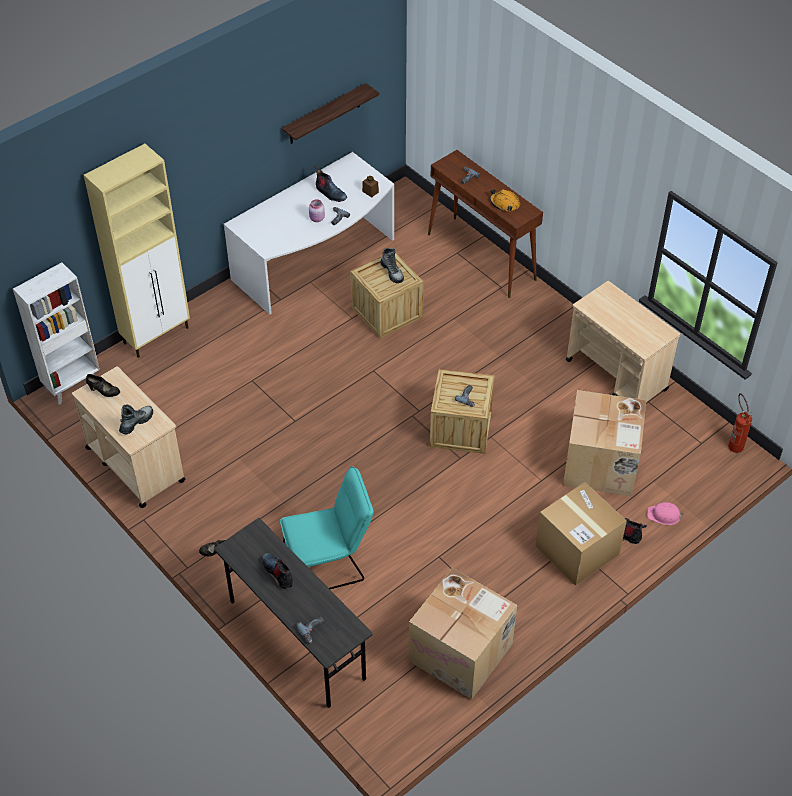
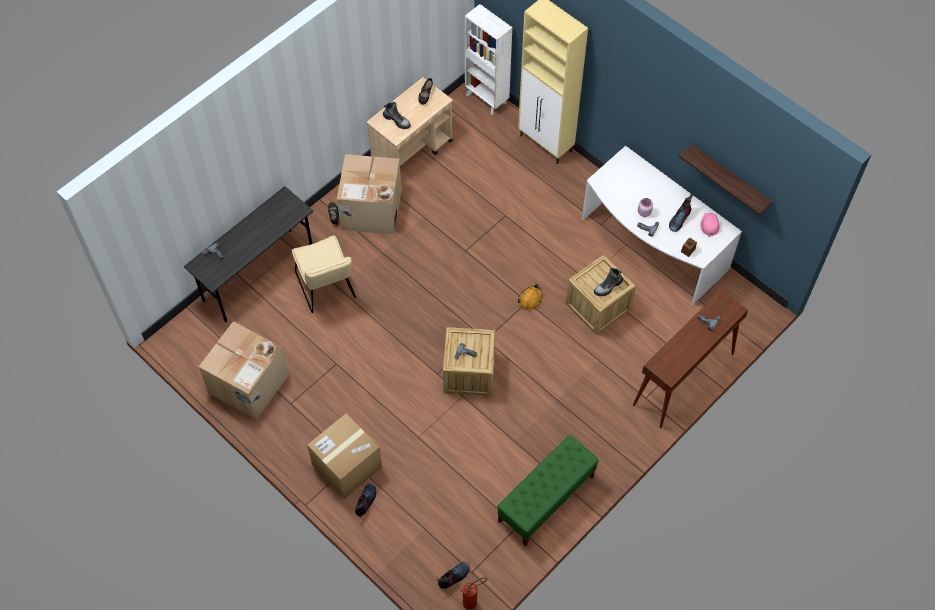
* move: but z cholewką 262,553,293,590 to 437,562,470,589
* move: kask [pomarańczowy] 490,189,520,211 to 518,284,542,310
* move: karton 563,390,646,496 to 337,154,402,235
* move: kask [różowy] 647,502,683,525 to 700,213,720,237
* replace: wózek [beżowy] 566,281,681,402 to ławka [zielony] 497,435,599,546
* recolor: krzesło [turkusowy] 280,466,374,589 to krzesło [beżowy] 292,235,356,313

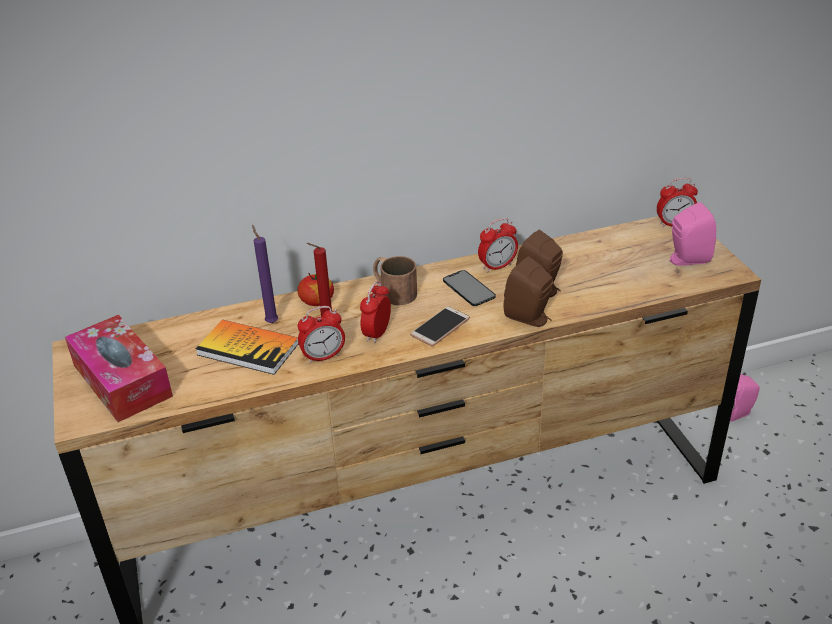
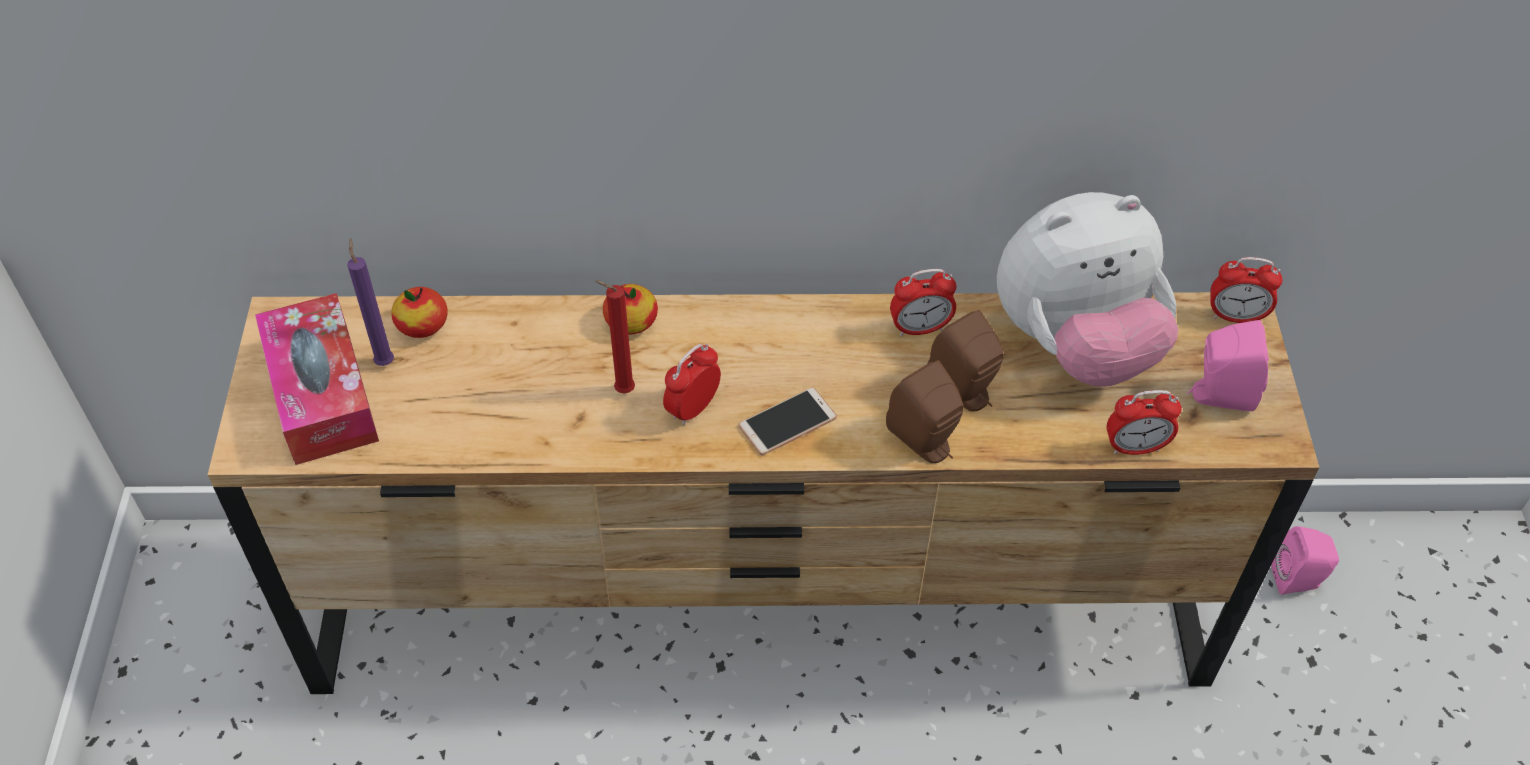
* delete: książka 196,320,298,375
* delete: kubek [brązowy] 373,256,417,305
* delete: telefon 443,270,496,306
* insert: jabłko 391,287,448,338
* insert: pluszak 997,192,1178,387
* move: świeca [fioletowy] 252,225,278,323 to 347,238,394,366
* move: budzik 298,306,345,364 to 1107,390,1182,455

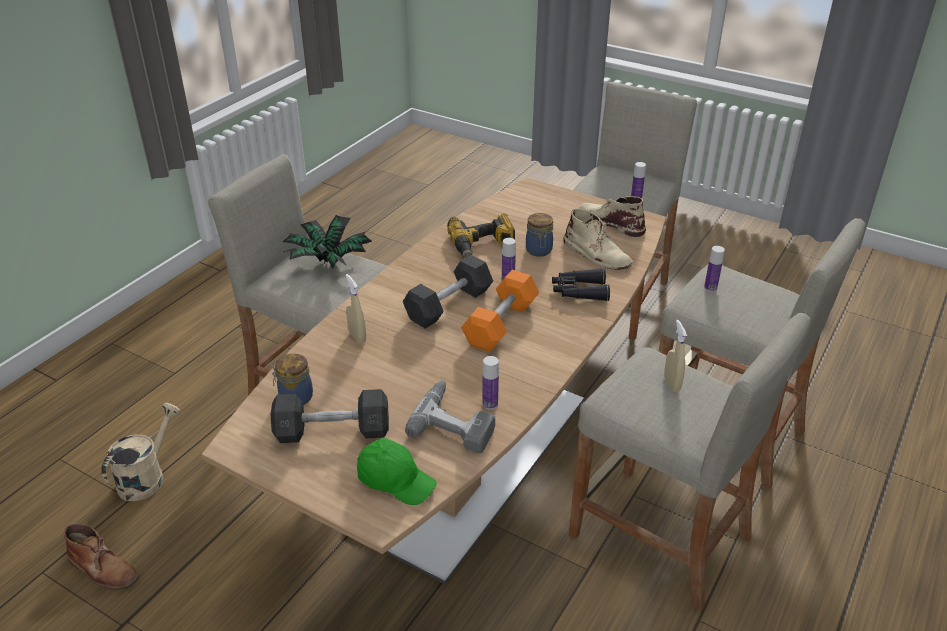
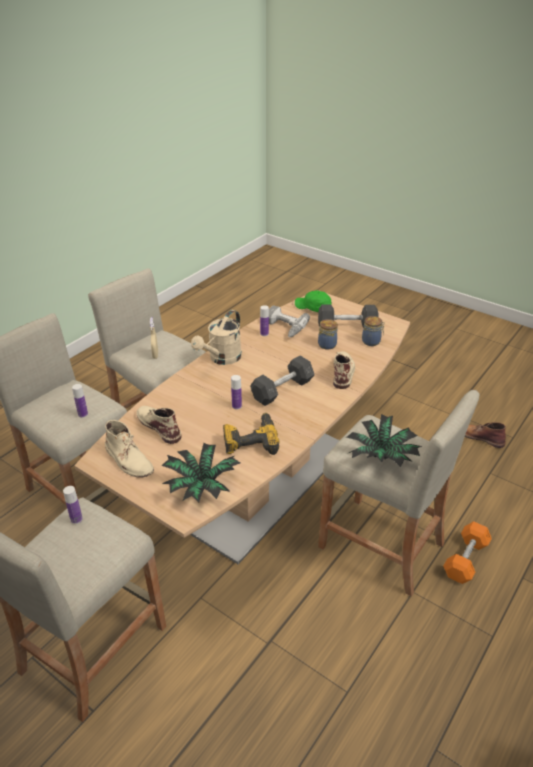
* delete: lornetka [czarny] 552,268,610,301
* insert: roślina doniczkowa 161,443,240,502
* move: konewka [beżowy] 101,403,181,501 to 191,310,242,365
* move: hantel [pomarańczowy] 461,270,539,352 to 443,521,492,584
* move: słoik 526,213,553,257 to 318,319,338,350
* replace: spryskiwacz [beżowy] 346,274,366,344 to but z cholewką [beżowy] 333,351,355,389

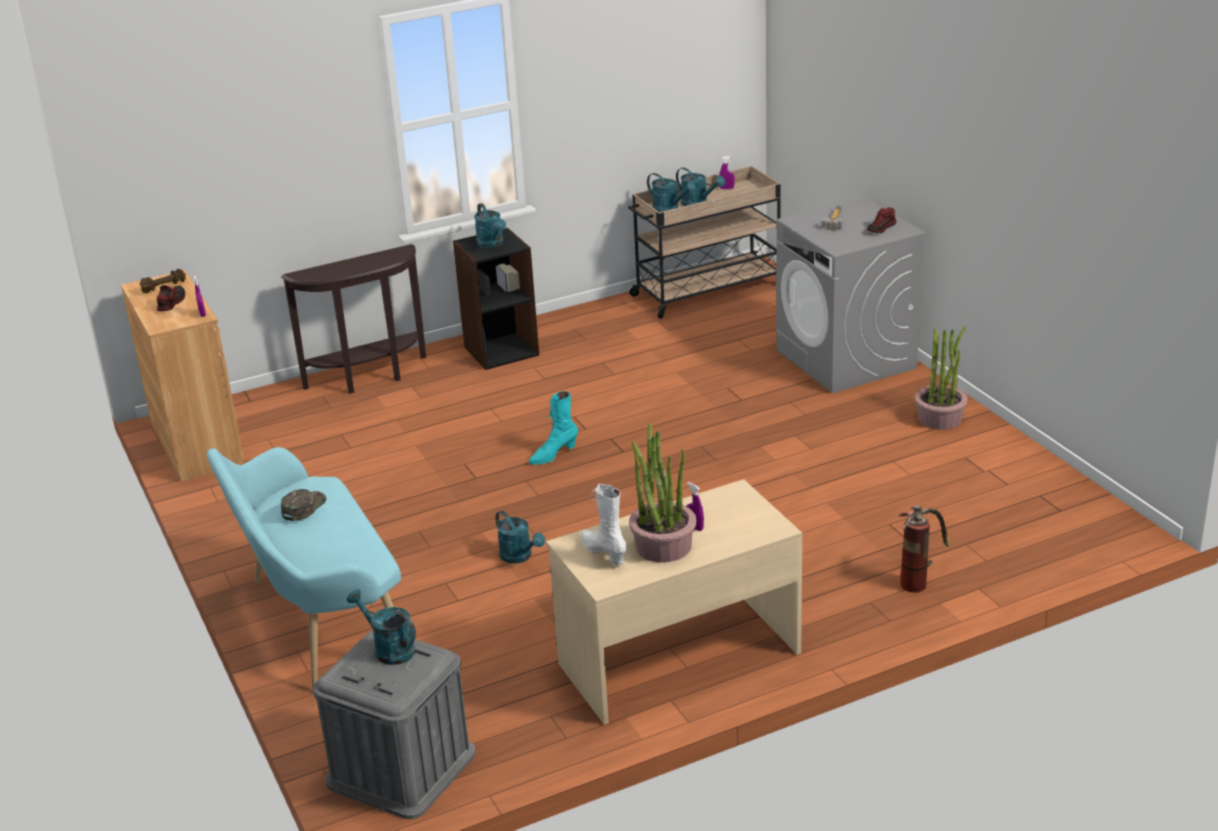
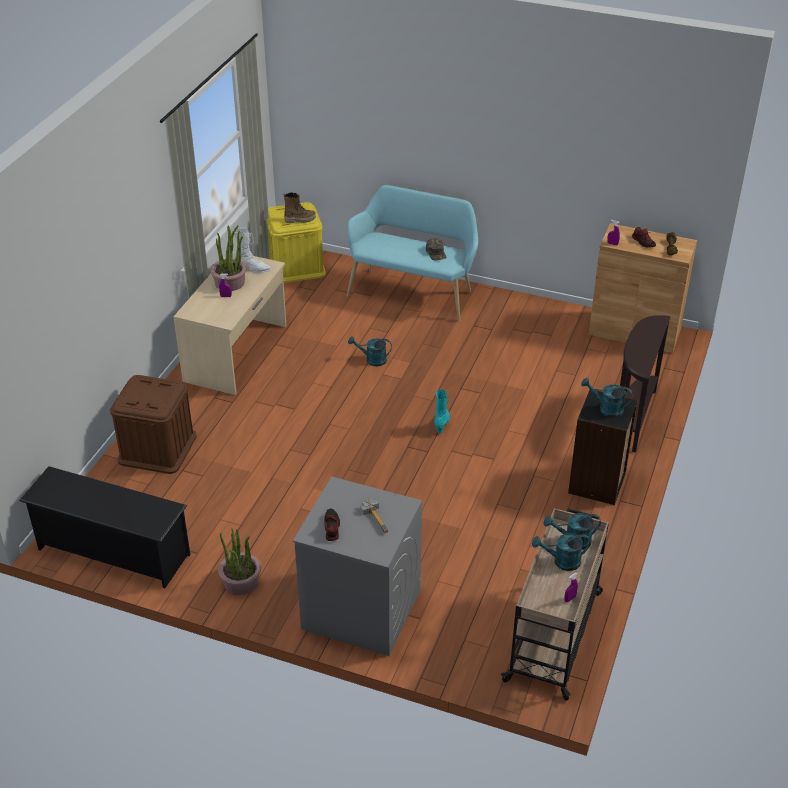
* insert: regał na buty [czarny] 19,466,190,588
* replace: konewka [turkusowy] 347,589,416,665 to but z cholewką 284,192,316,223
* replace: gaśnica 898,506,950,593 to pojemnik do przechowywania [brązowy] 110,375,197,474
* recolor: pojemnik do przechowywania [szary] 313,630,476,819 to pojemnik do przechowywania [żółty] 266,202,326,283

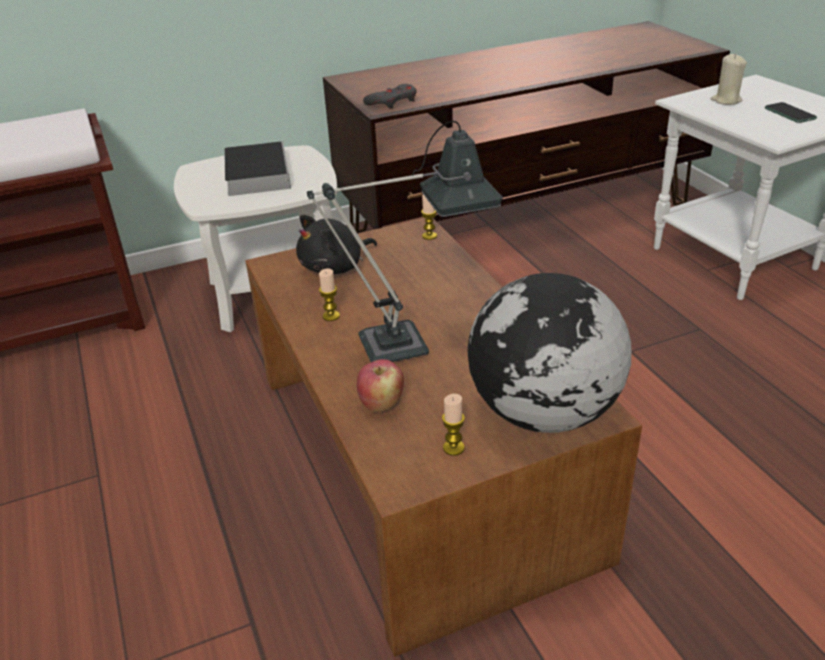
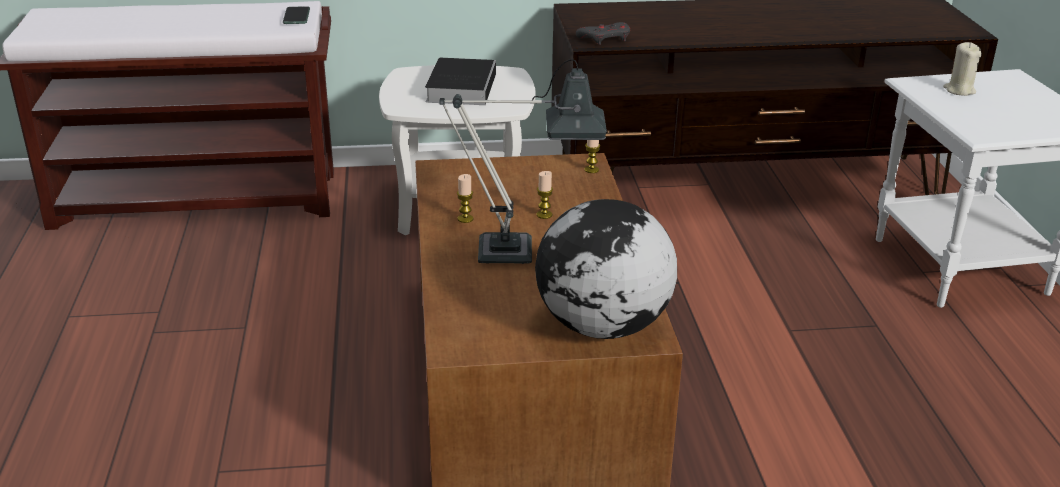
* delete: pluszak [czarny] 296,215,377,274
* delete: jabłko 357,359,404,412
* move: świeca 442,394,465,456 to 537,171,553,219
* move: telefon 765,102,817,123 to 283,6,310,24

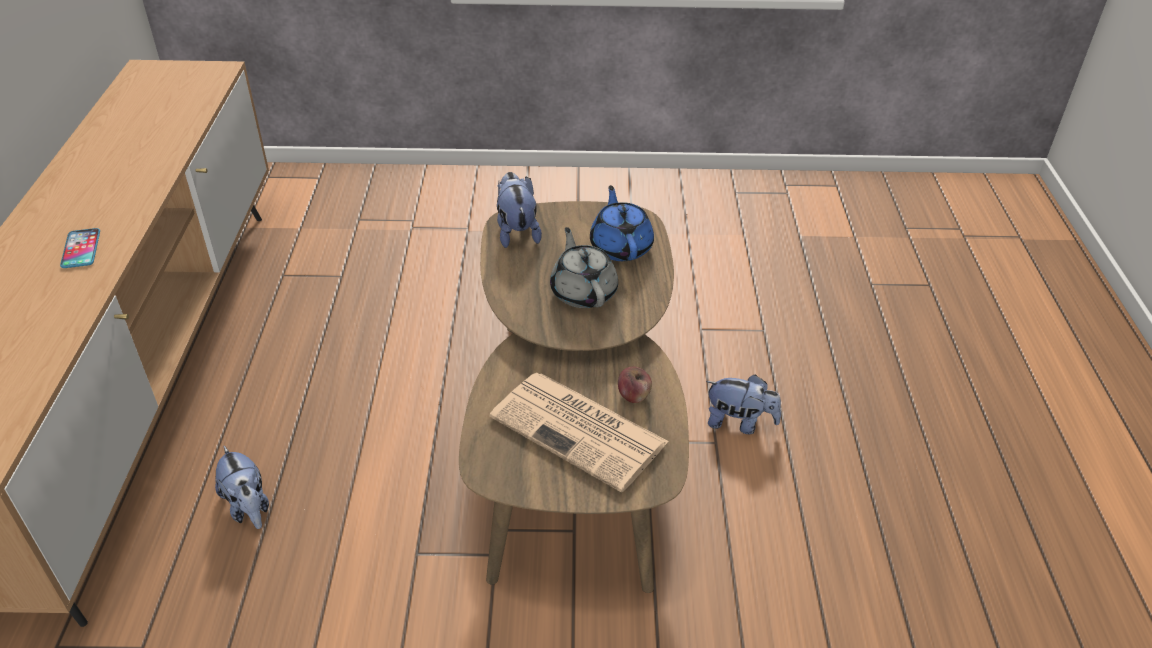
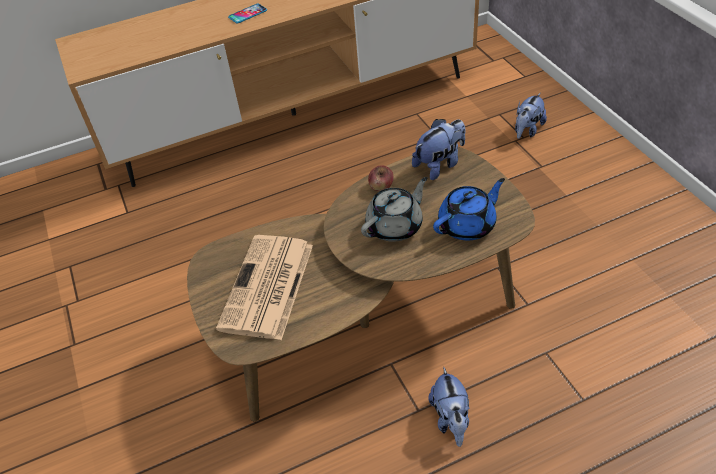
* move: pluszak 215,446,269,529 to 515,93,547,139
* move: jabłko 618,367,652,403 to 368,165,394,191

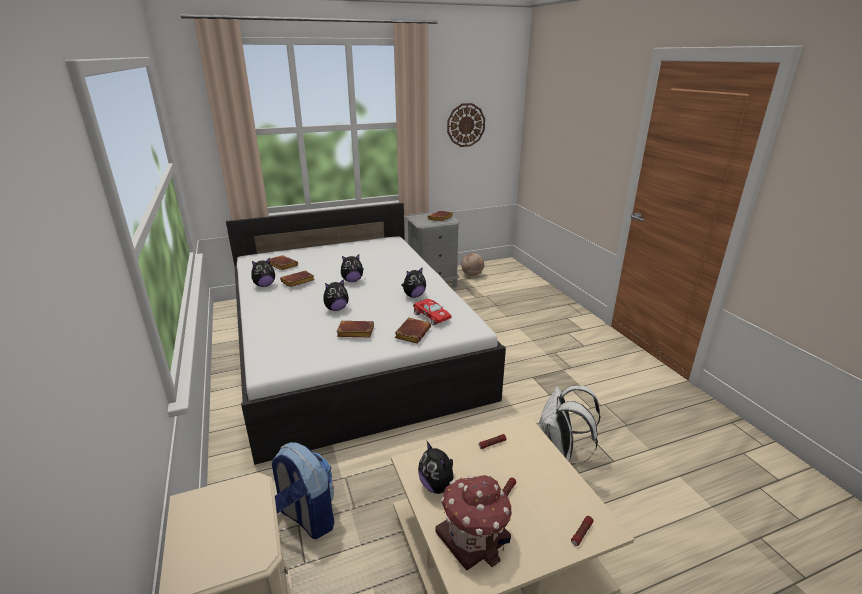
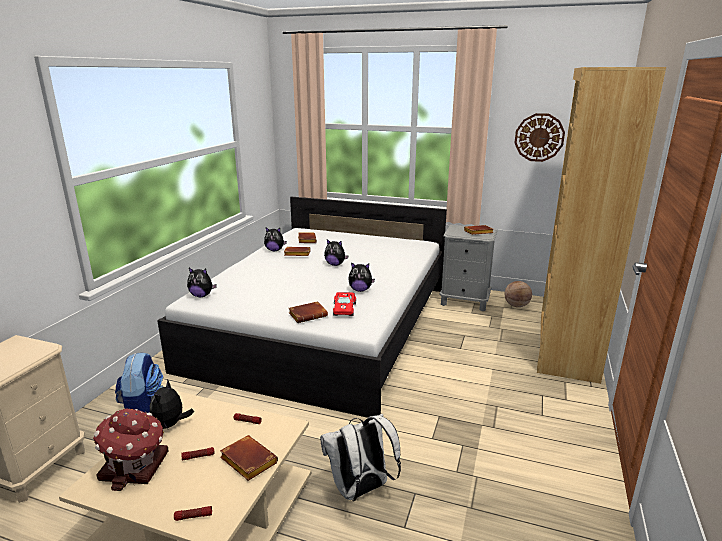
* insert: regał [brązowy] 537,67,666,384
* move: pluszak 323,279,349,311 to 187,268,217,297
* move: książka [brązowy] 336,321,374,337 to 220,435,278,481

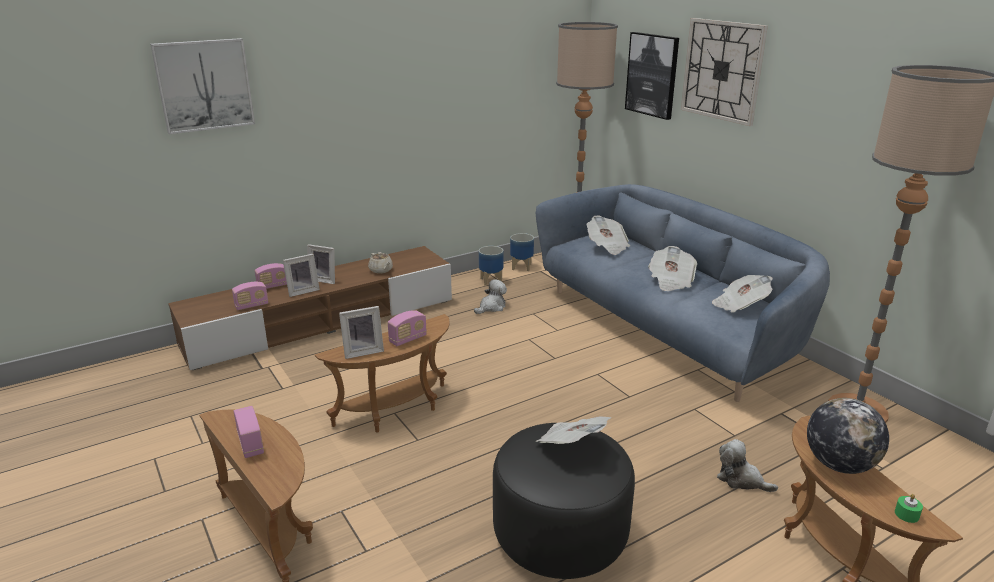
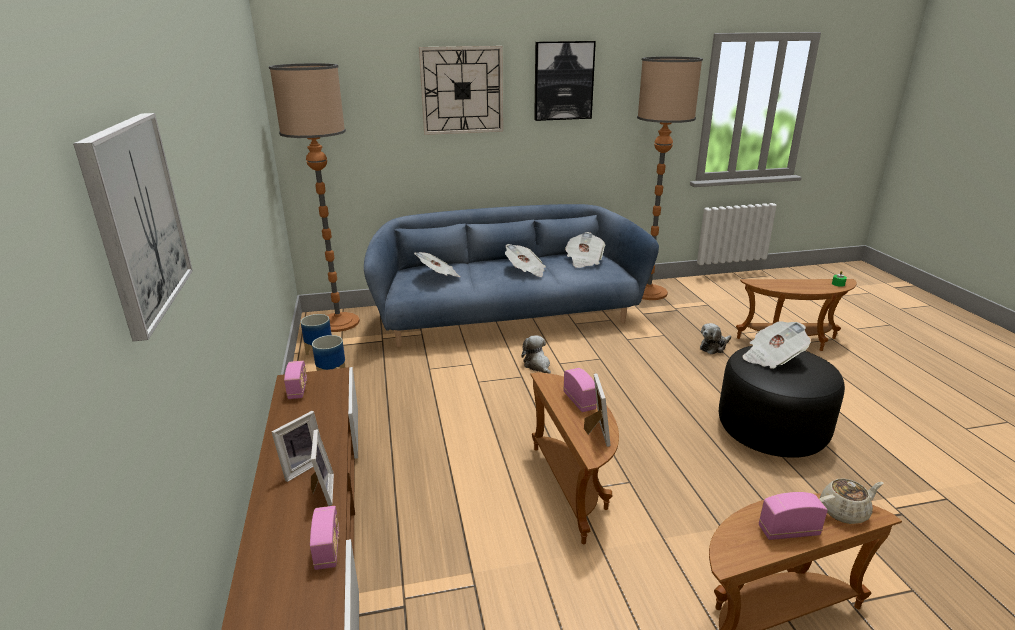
* delete: globus 807,398,889,474
* move: radio 255,263,287,289 to 284,361,307,399
* move: imbryk [beżowy] 368,252,393,274 to 819,478,883,524
* move: pluszak 474,280,507,314 to 521,335,551,374
* move: obraz 625,32,679,120 to 534,41,596,121

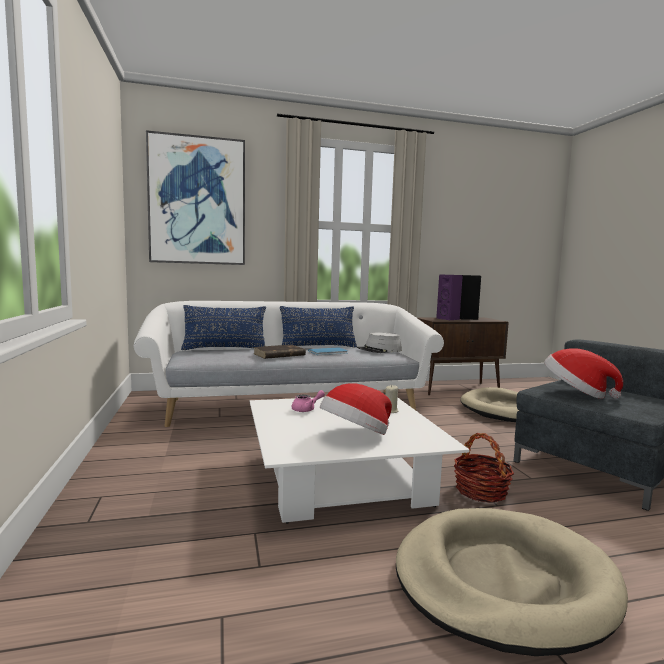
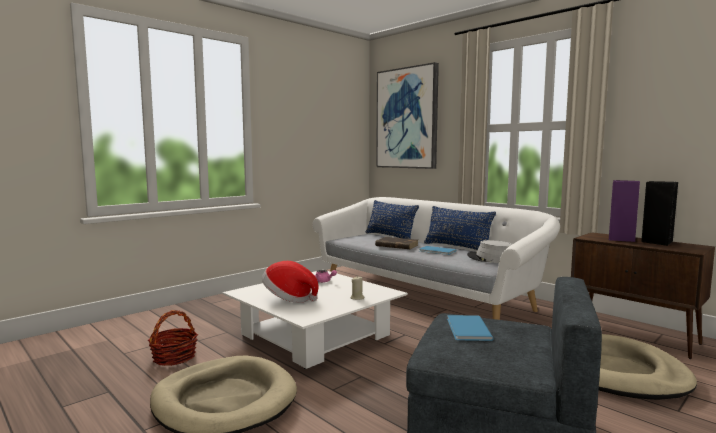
* move: koszyk 454,433,514,503 to 148,310,198,366
* replace: kapelusz 544,348,623,399 to książka [niebieski] 447,315,494,341

